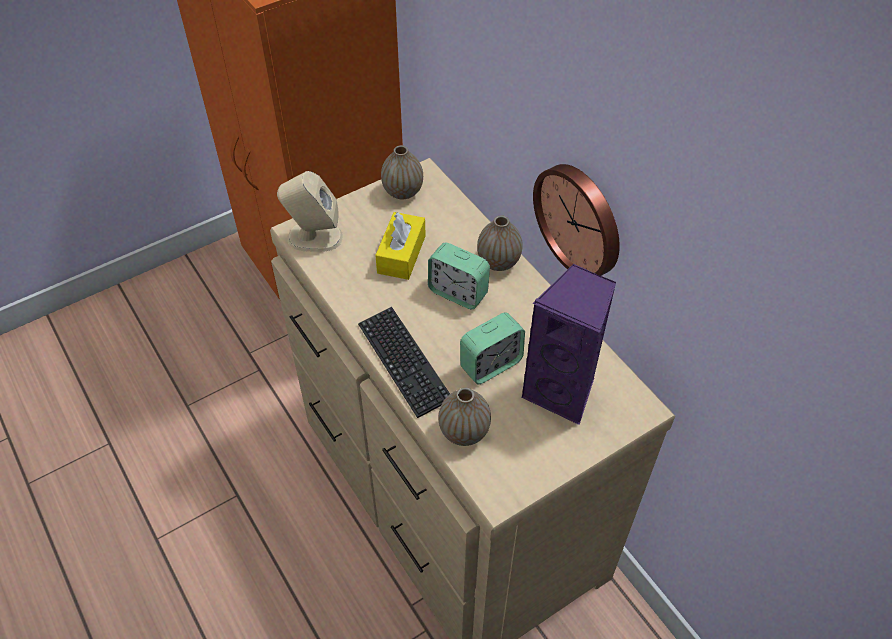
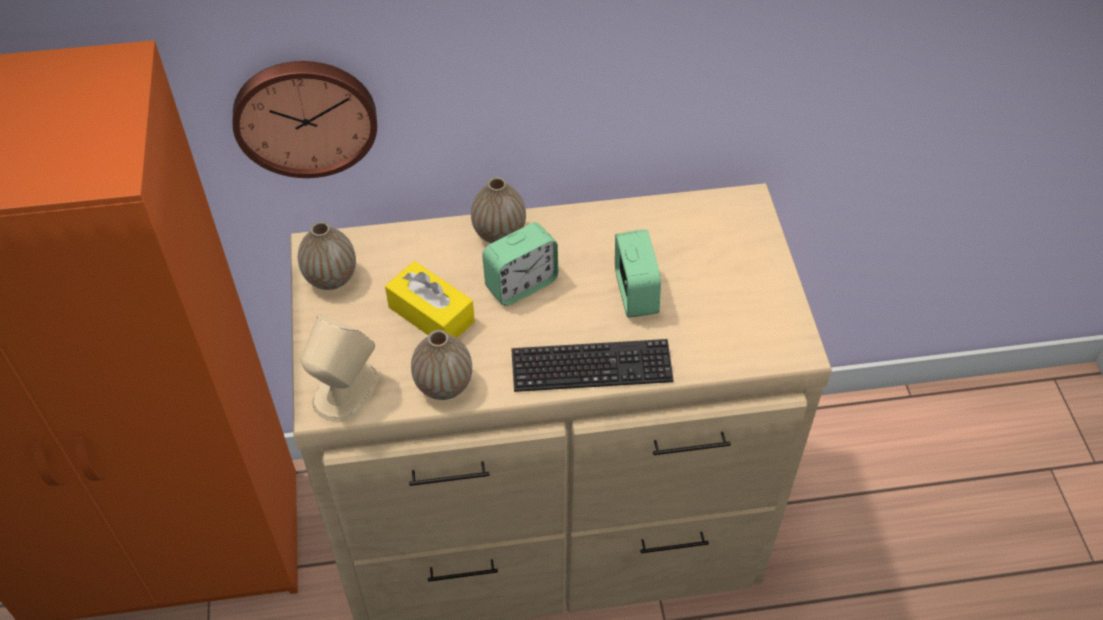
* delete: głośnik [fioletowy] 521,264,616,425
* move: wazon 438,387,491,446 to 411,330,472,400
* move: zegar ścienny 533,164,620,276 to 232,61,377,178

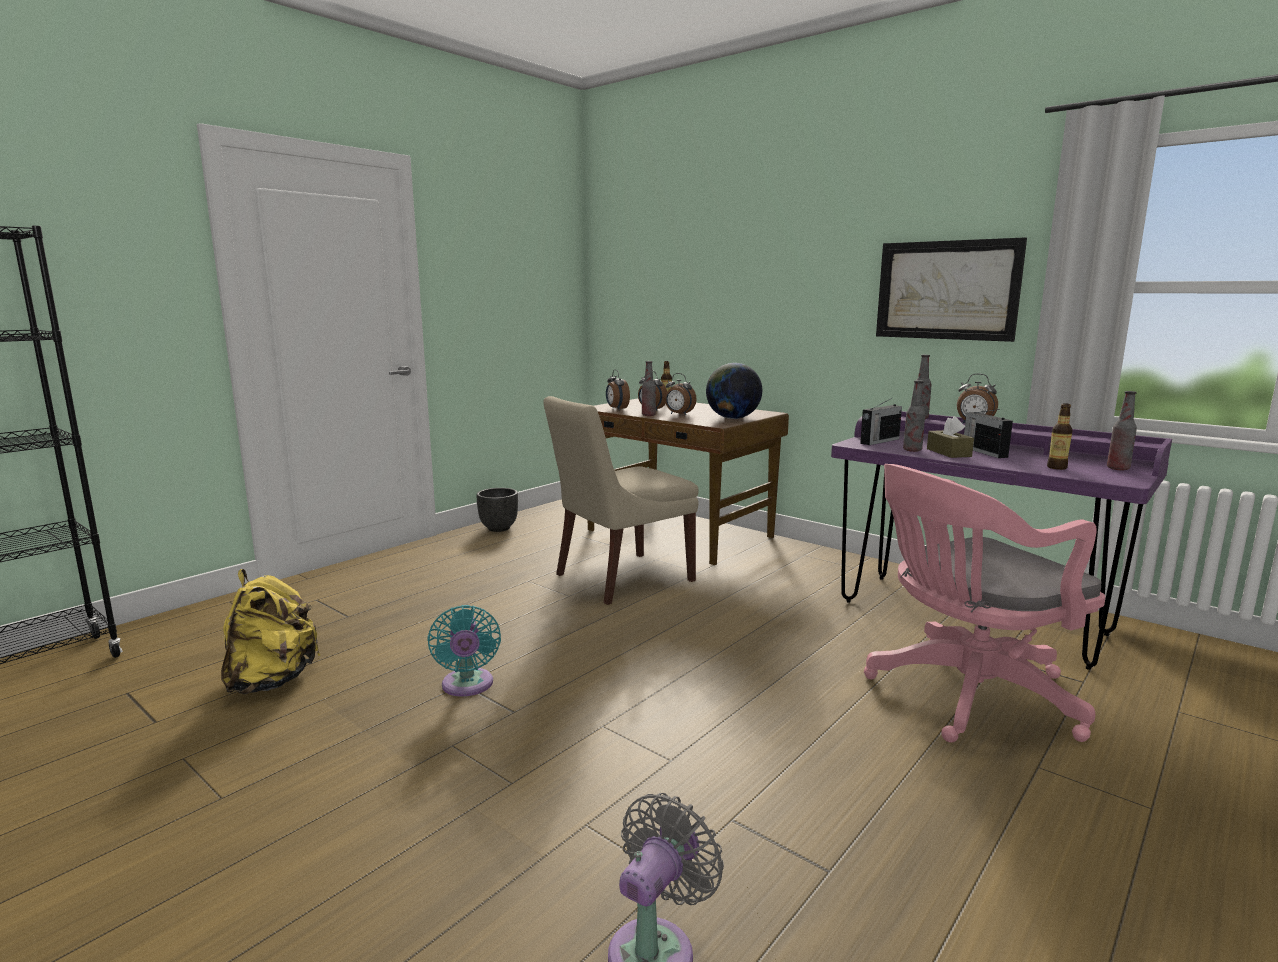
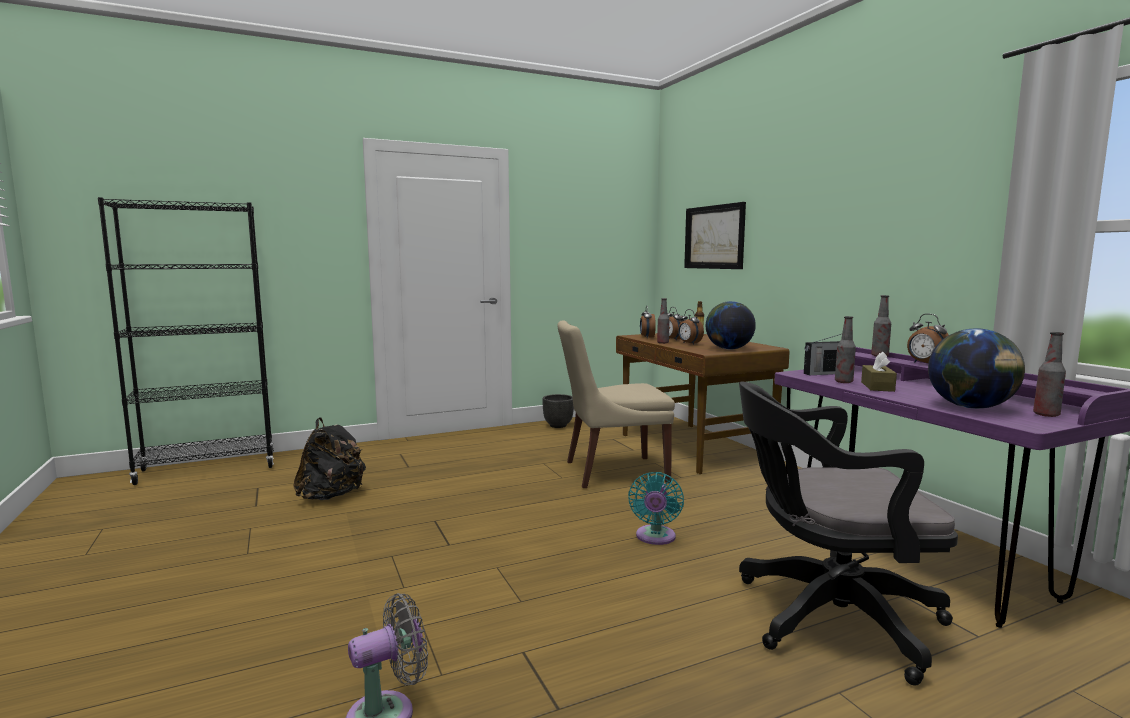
* delete: radio 964,409,1013,458
* move: wentylator [turkusowy] 427,605,501,696 to 628,472,684,545
* move: obraz 876,237,1027,342 to 684,202,746,269
* replace: butelka 1047,403,1073,470 to globus 928,328,1025,409
* recolor: plecak [żółty] 221,569,321,694 to plecak [czarny] 293,417,366,500
* recolor: krzesło biurowe [różowy] 864,464,1105,742 to krzesło biurowe [czarny] 739,381,958,686

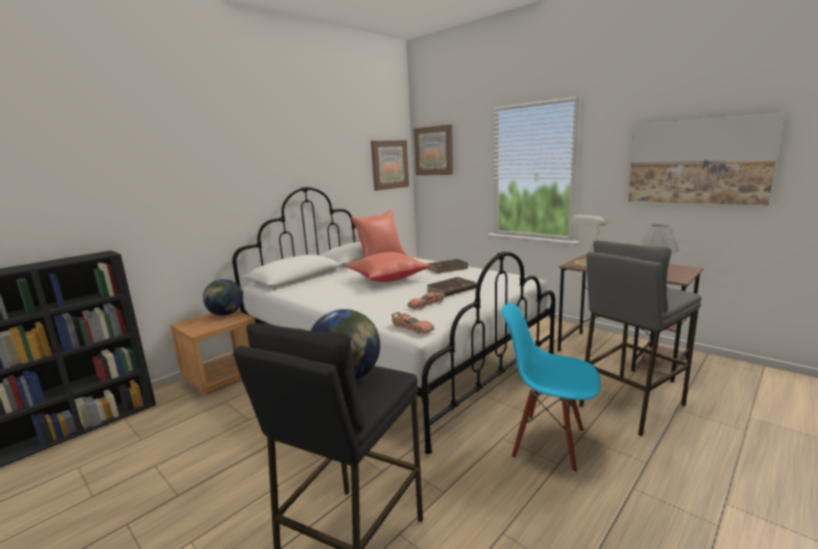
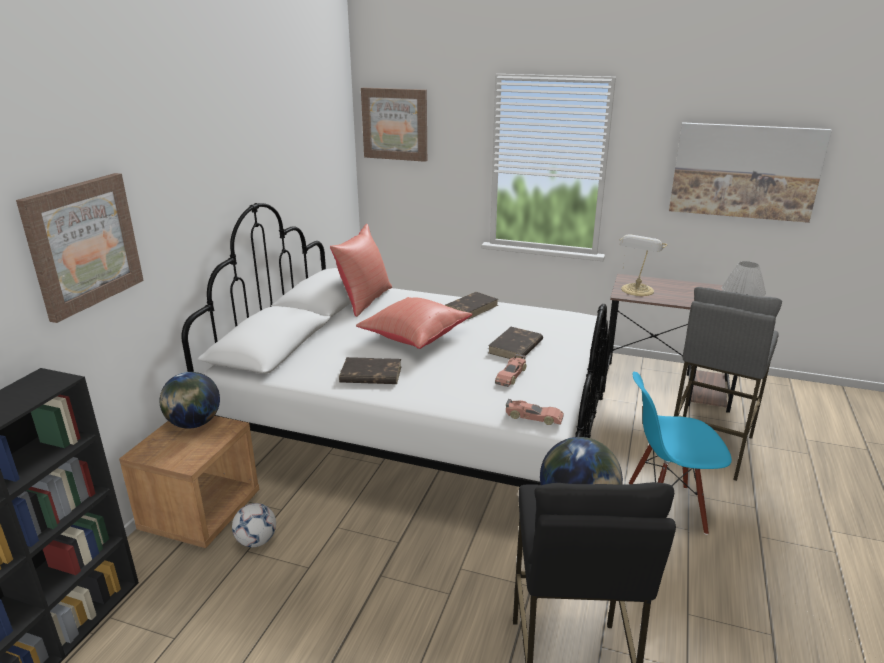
* insert: piłka futbolowa 232,503,276,547
* insert: książka [brązowy] 339,357,402,384
* move: obraz 371,140,409,191 to 16,173,144,323

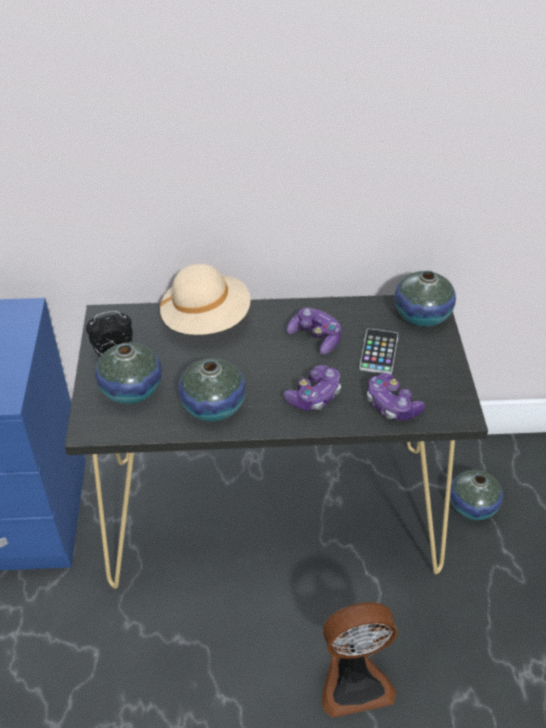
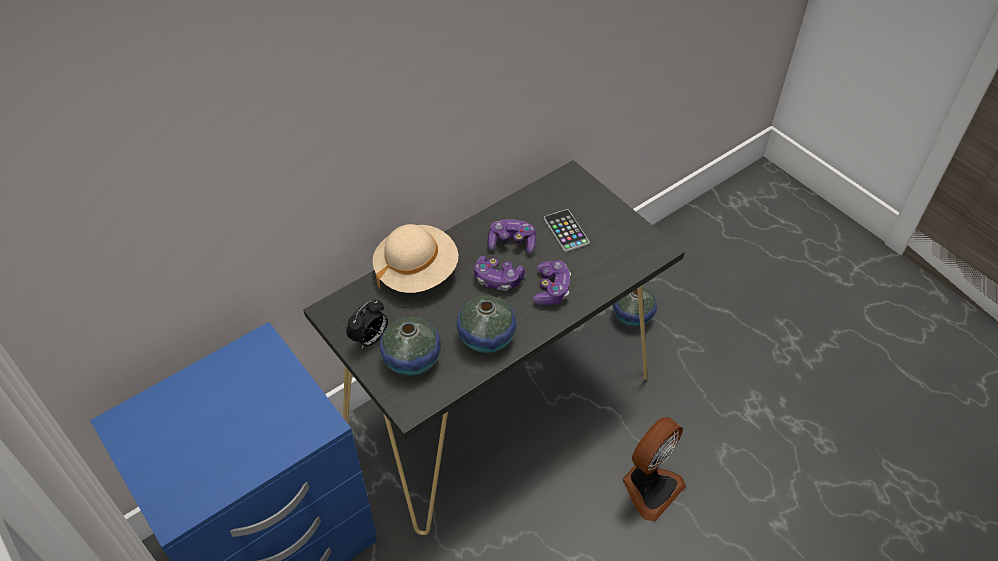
* delete: wazon 395,271,456,327
* move: pad do gier 367,373,425,420 to 474,256,525,291

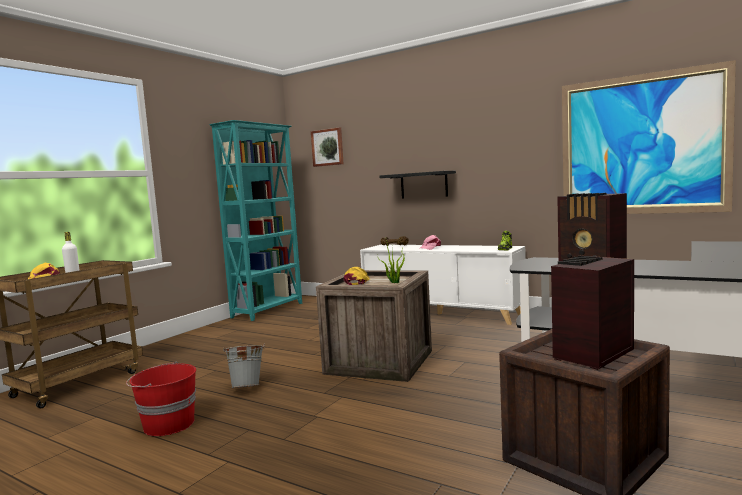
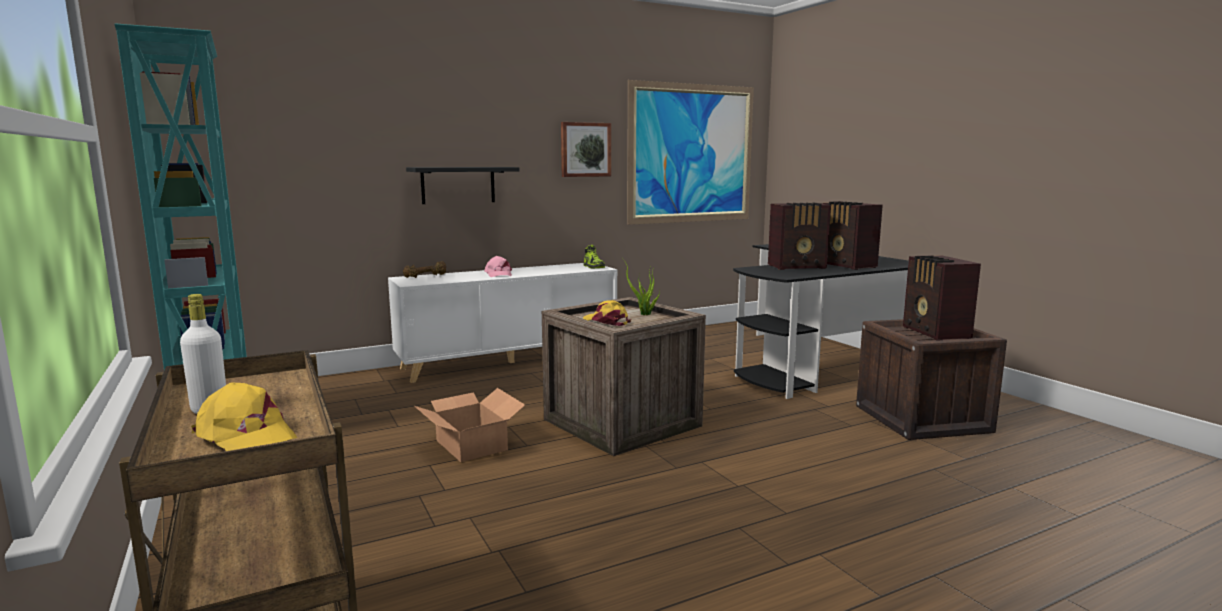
* delete: wiadro [czerwony] 126,361,196,436
* delete: wiadro [szary] 223,345,265,388
* insert: karton 414,388,525,462
* insert: radio 822,201,883,270
* move: obraz 311,127,344,167 to 561,122,611,177

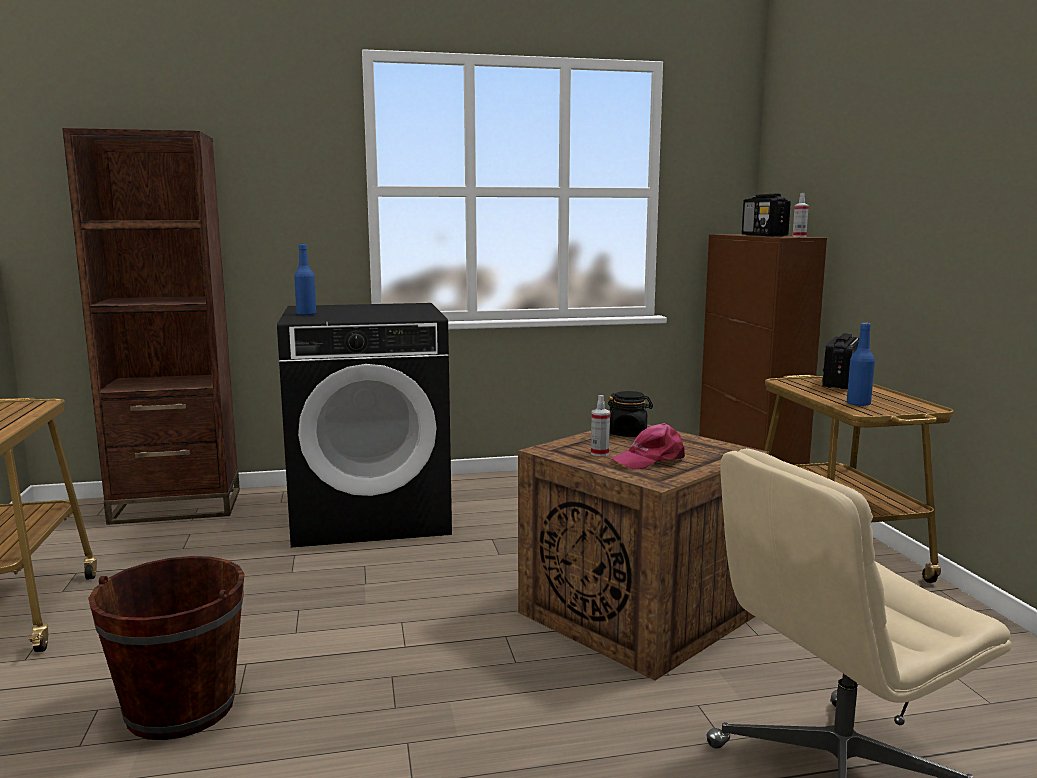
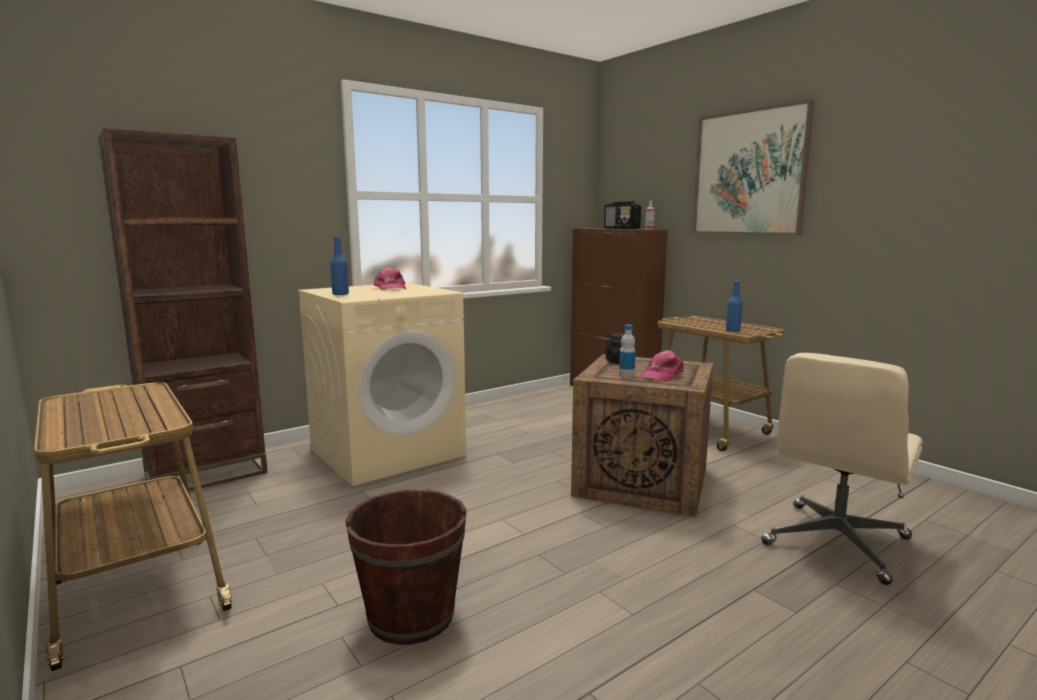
* delete: radio 822,333,859,389
* insert: czapka z daszkiem [różowy] 374,267,406,291
* insert: obraz 692,99,815,235
* replace: spryskiwacz 591,395,610,456 to butelka 619,324,636,377
* recolor: pralka [czarny] 277,303,452,548 to pralka [beżowy] 298,283,466,486

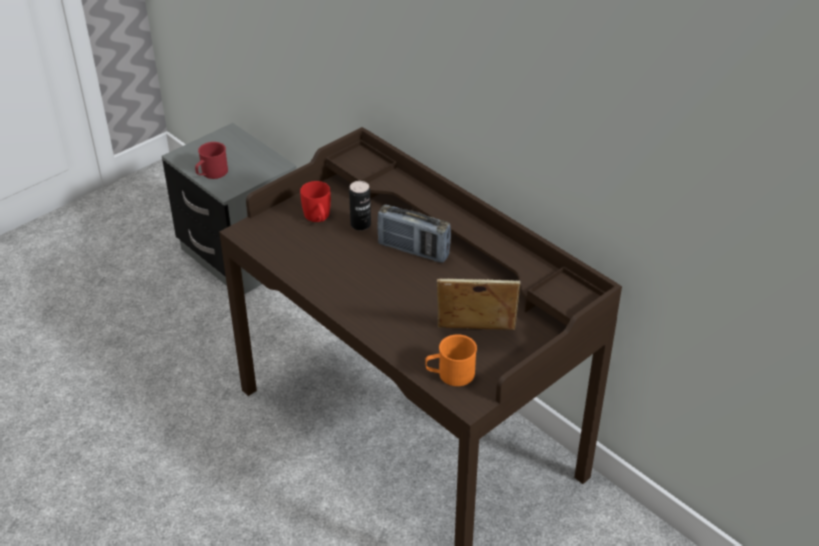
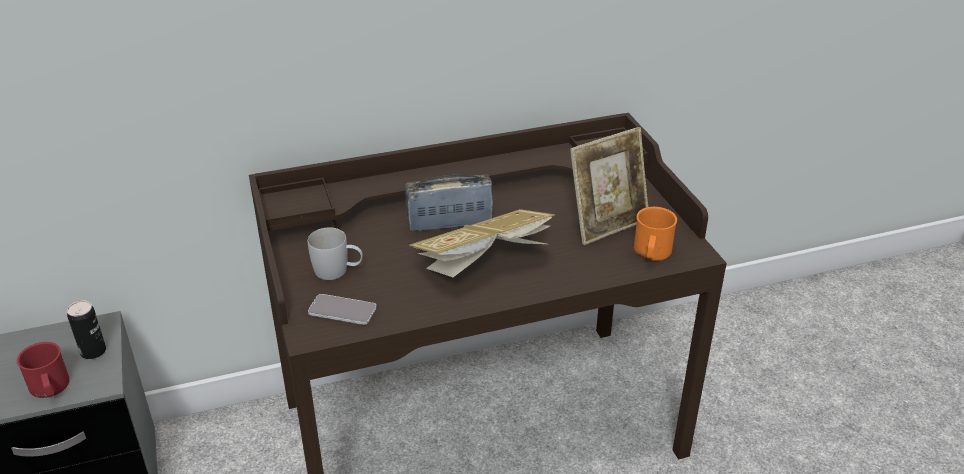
* insert: telefon 308,294,377,325
* insert: książka 409,209,555,277
* move: puszka 349,181,371,230 to 67,301,106,359
* recolor: kubek [czerwony] 300,181,331,222 to kubek [biały] 308,227,363,280
* rotate: radio 377,204,451,263 = 405,175,493,231 150 degrees counterclockwise
* rotate: ramka na zdjęcie 437,279,520,330 = 570,127,648,245 150 degrees counterclockwise

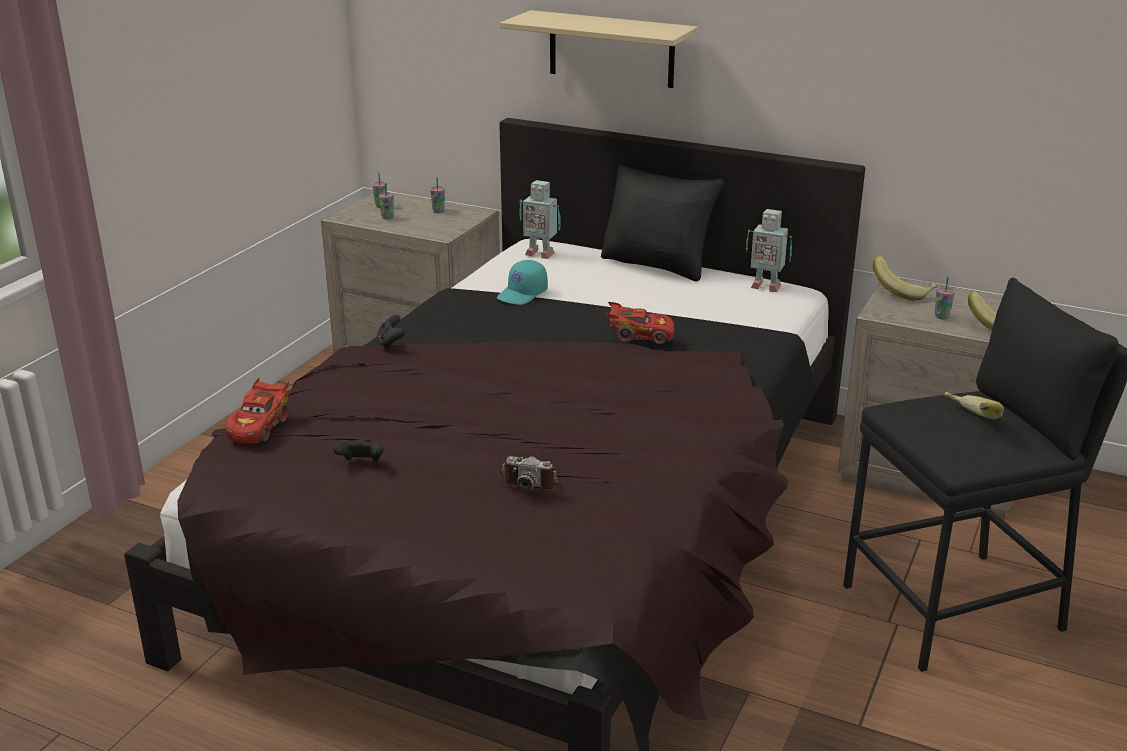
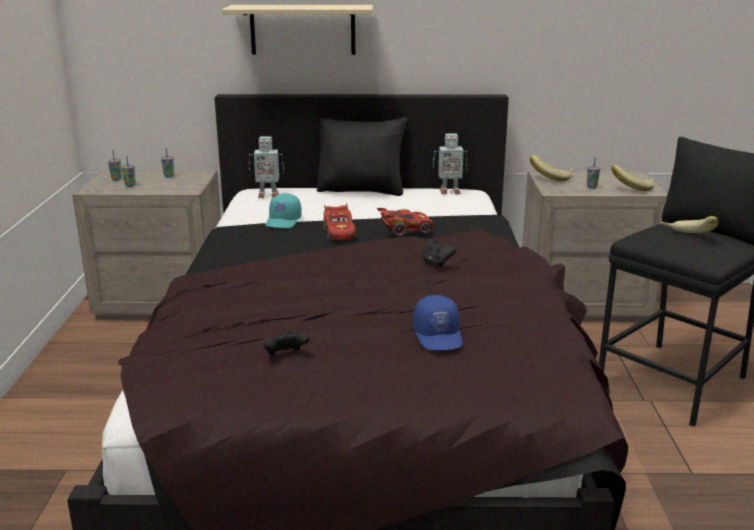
* move: samochodzik [czerwony] 225,378,289,444 to 323,203,356,241
* move: pad do gier [czarny] 377,315,405,349 to 422,239,456,267
* replace: aparat fotograficzny 499,456,560,491 to czapka z daszkiem [niebieski] 413,295,463,350

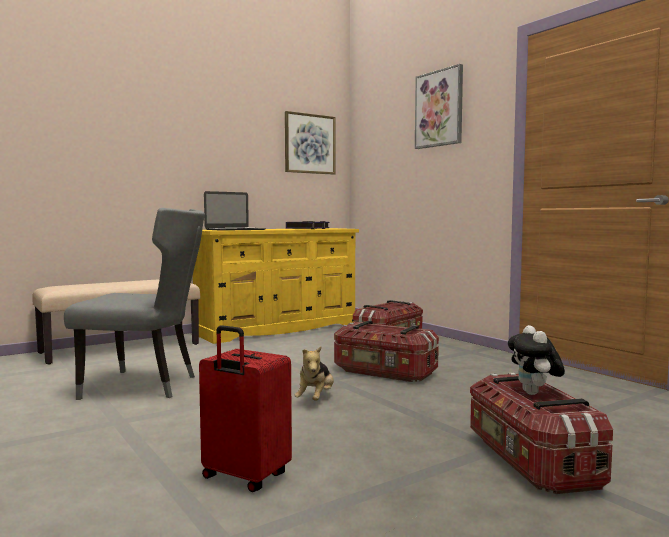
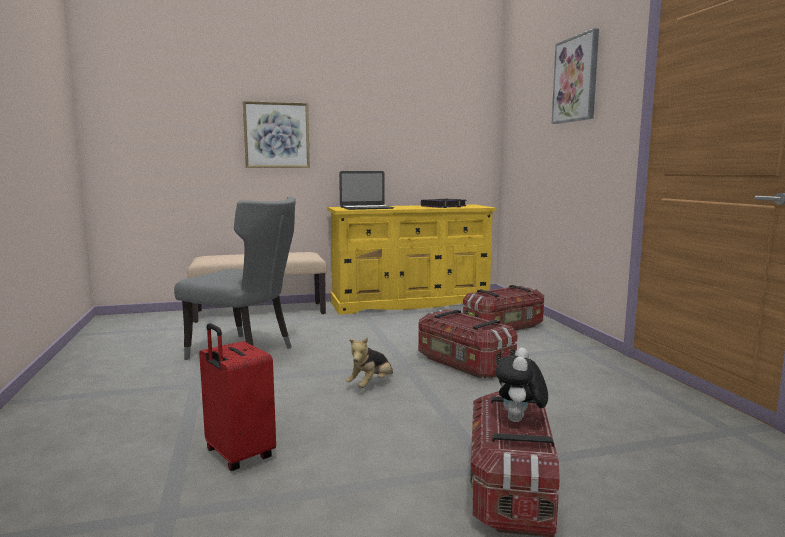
* move: obraz 285,111,335,175 to 243,101,310,168

